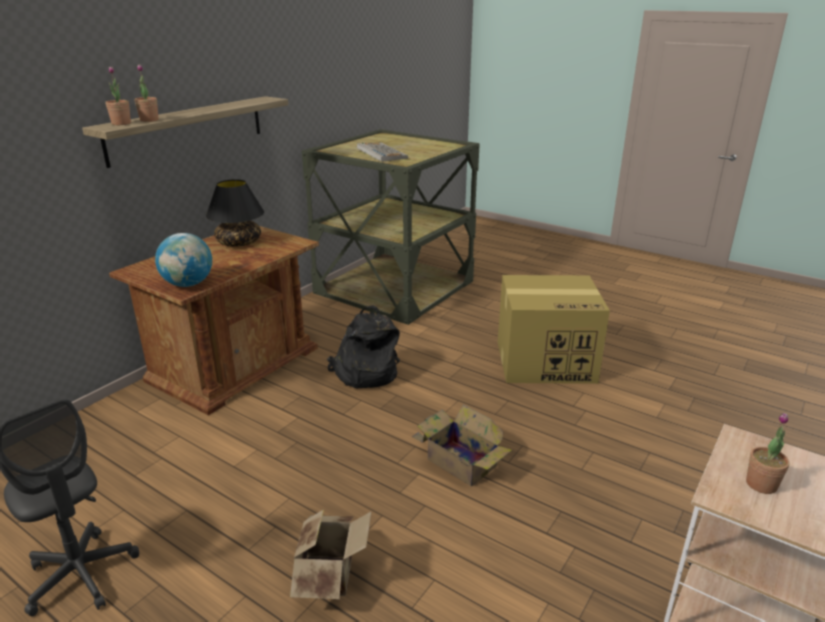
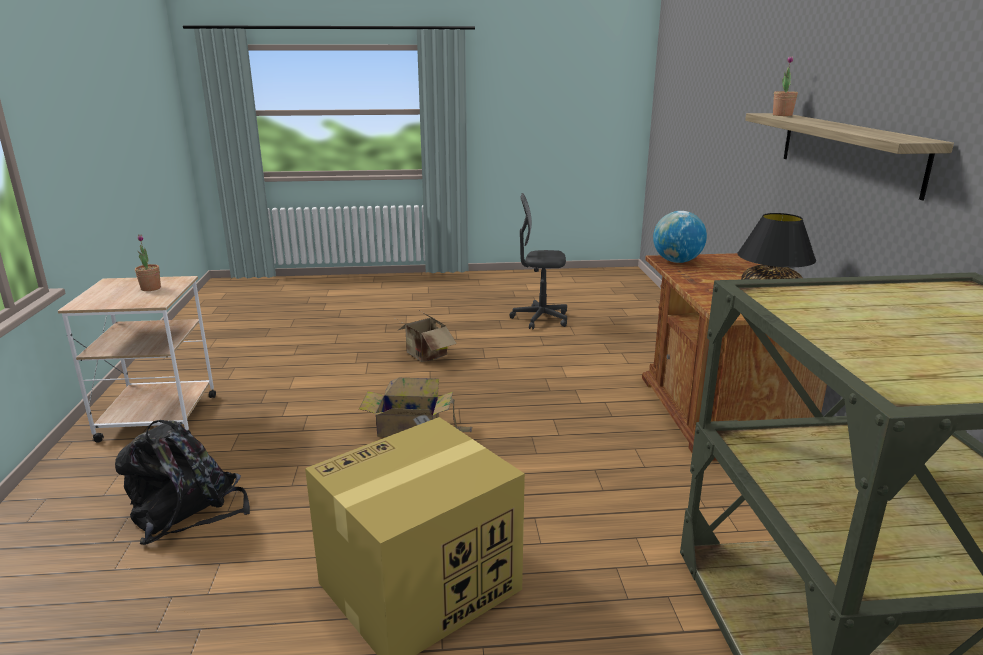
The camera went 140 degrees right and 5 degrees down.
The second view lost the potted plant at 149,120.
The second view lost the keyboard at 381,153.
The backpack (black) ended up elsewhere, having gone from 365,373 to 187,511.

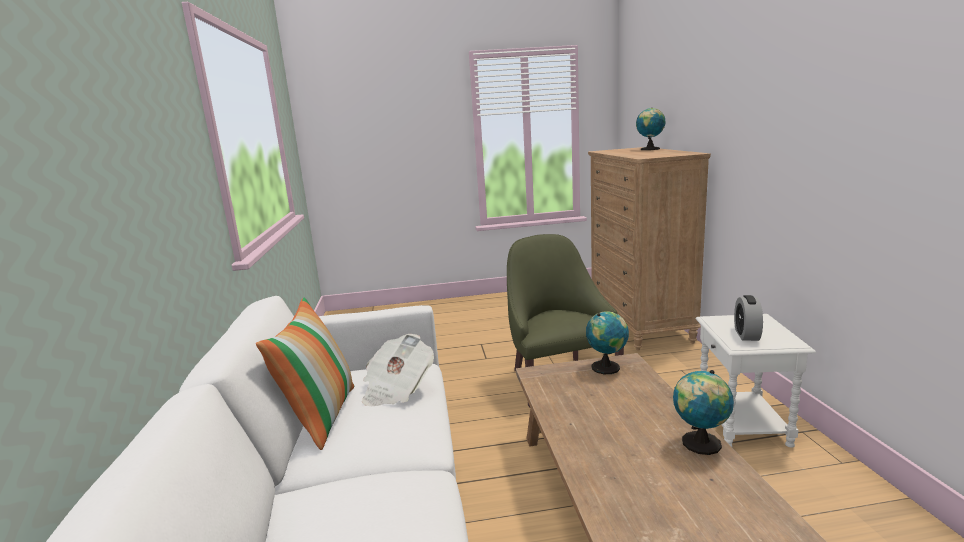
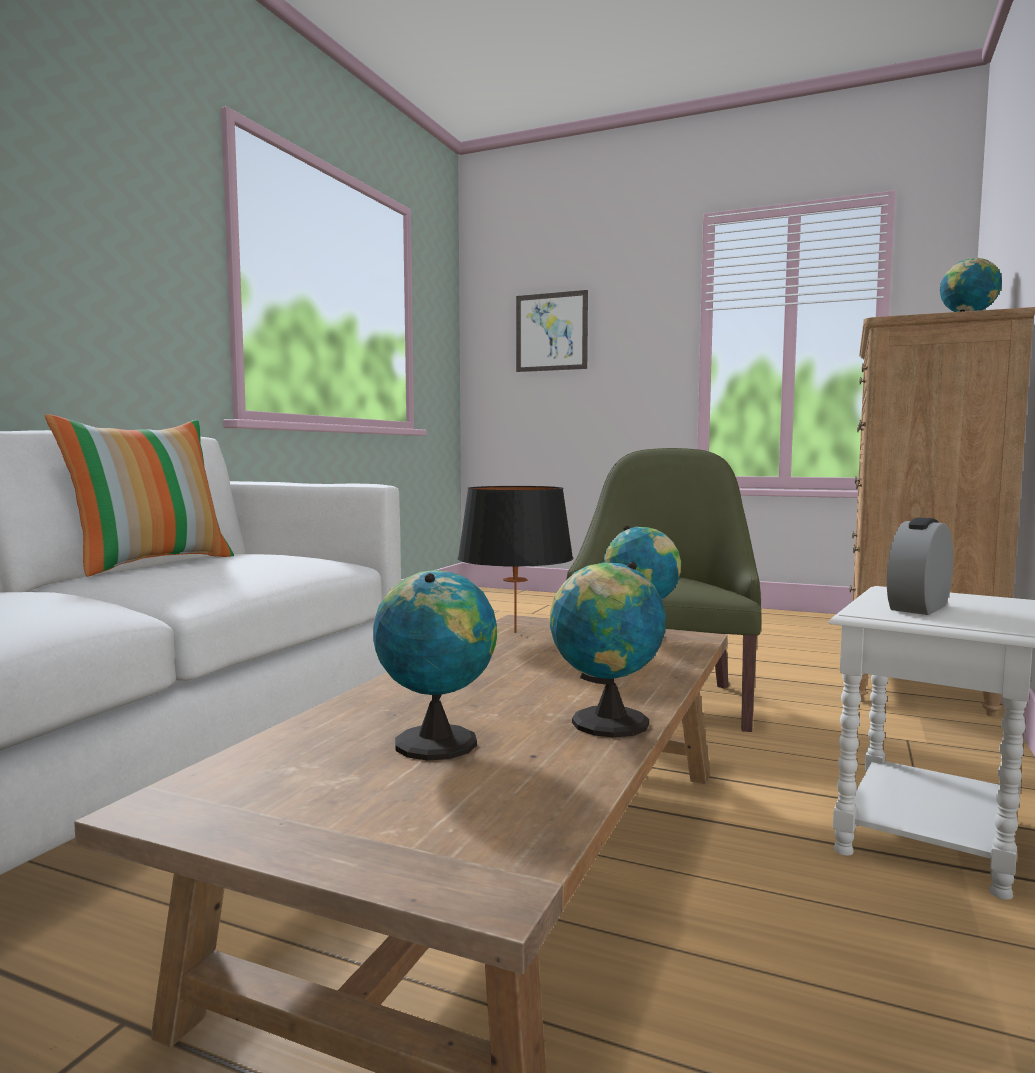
The camera went 30 degrees right and 10 degrees down.
The second view lost the newspaper at 397,389.
The second view gained the globe at 436,741.
The second view gained the table lamp (black) at 515,632.
The second view gained the picture at 551,332.

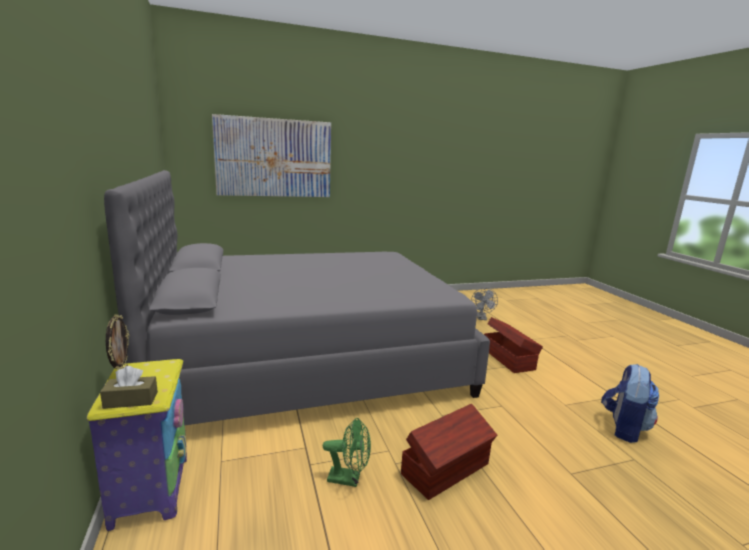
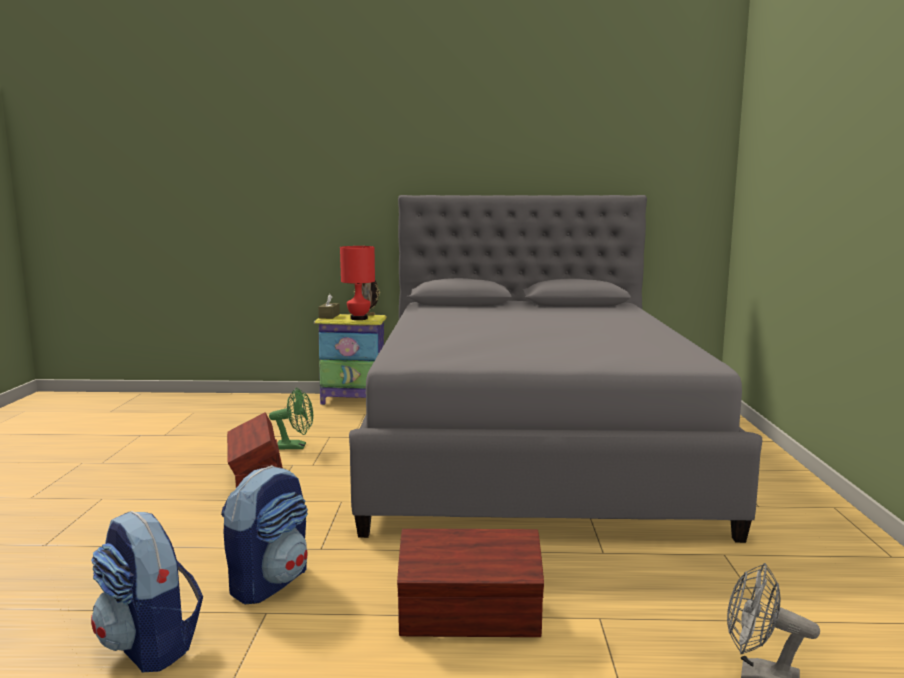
The camera went 110 degrees right and 5 degrees down.
The second view lost the picture at 274,158.
The second view gained the backpack at 269,582.
The second view gained the table lamp (red) at 359,318.
The fan (green) at 349,479 ended up facing another way, 120 degrees counterclockwise from before.

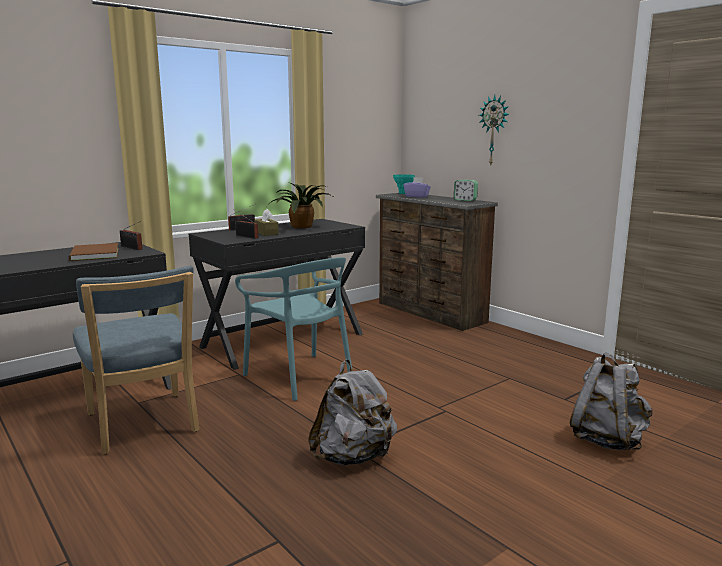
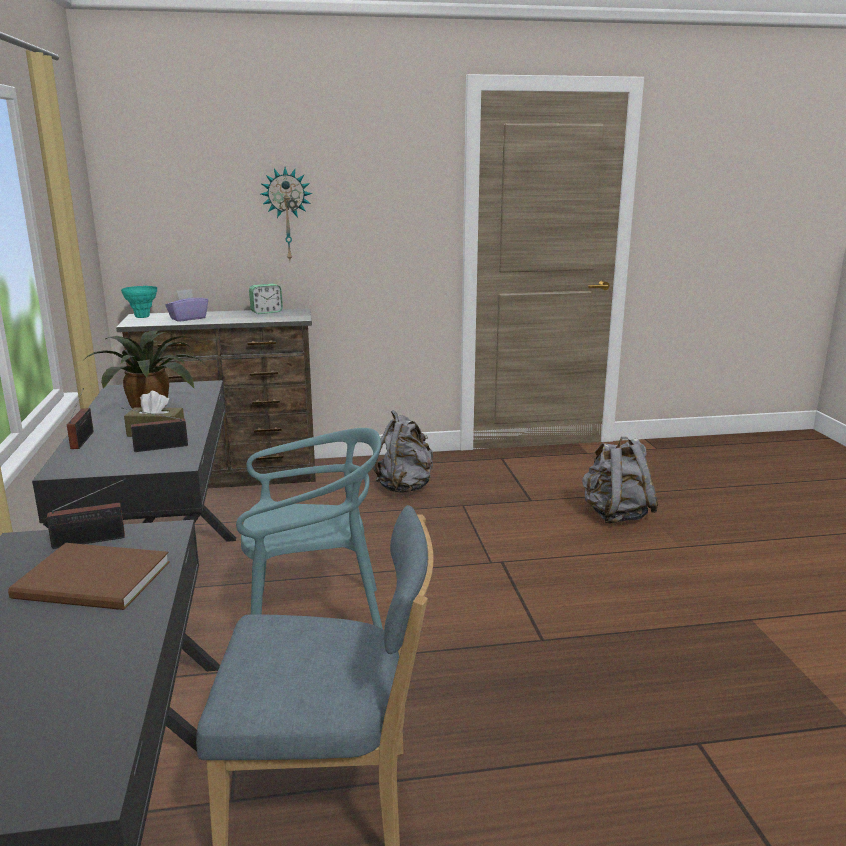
The camera went 60 degrees left and 5 degrees up.
The backpack (grey) ended up elsewhere, having gone from 353,457 to 405,487.

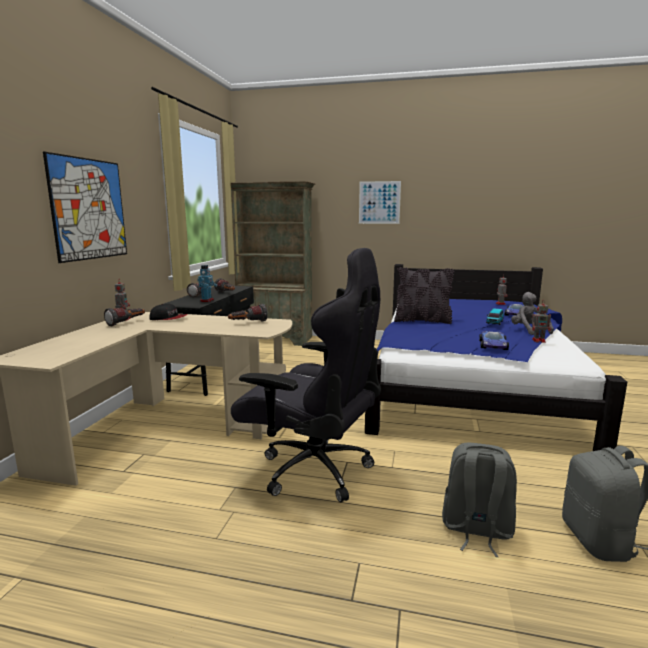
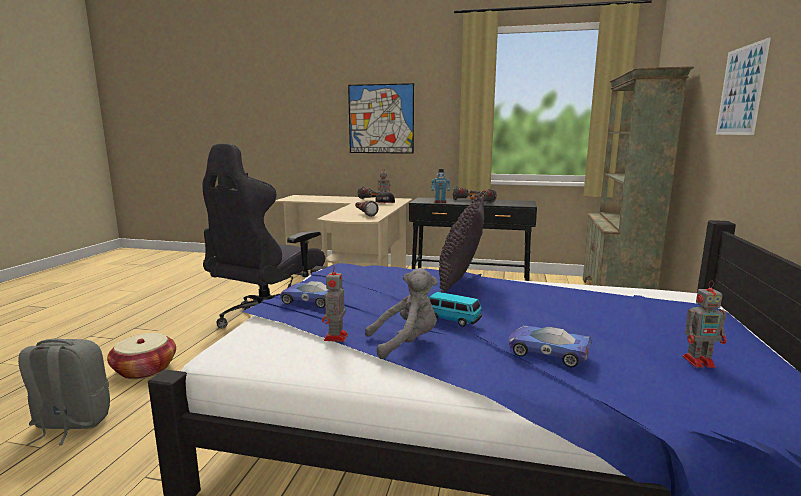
The camera went 90 degrees right and 0 degrees up.
Where the backpack (grey) stood at 476,529, the basket came to stand at 145,369.

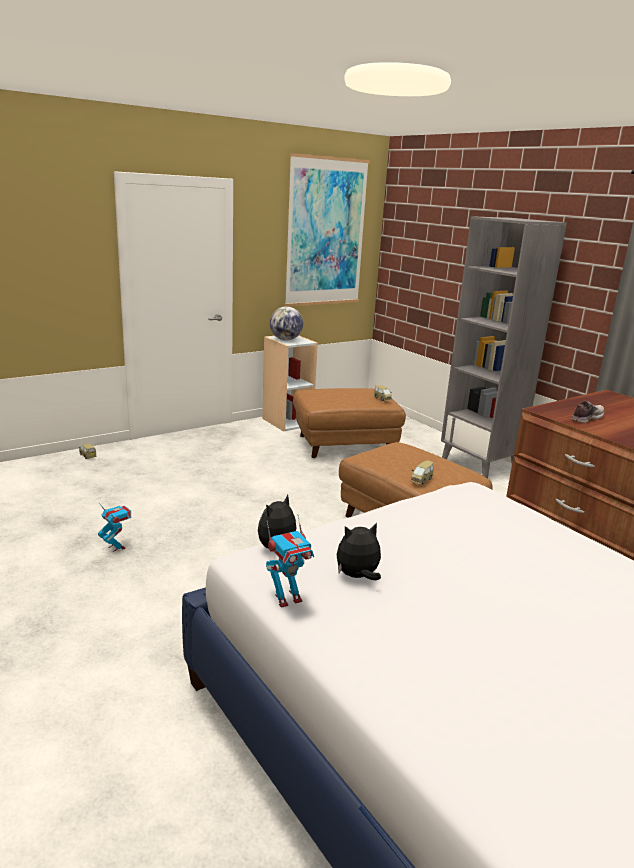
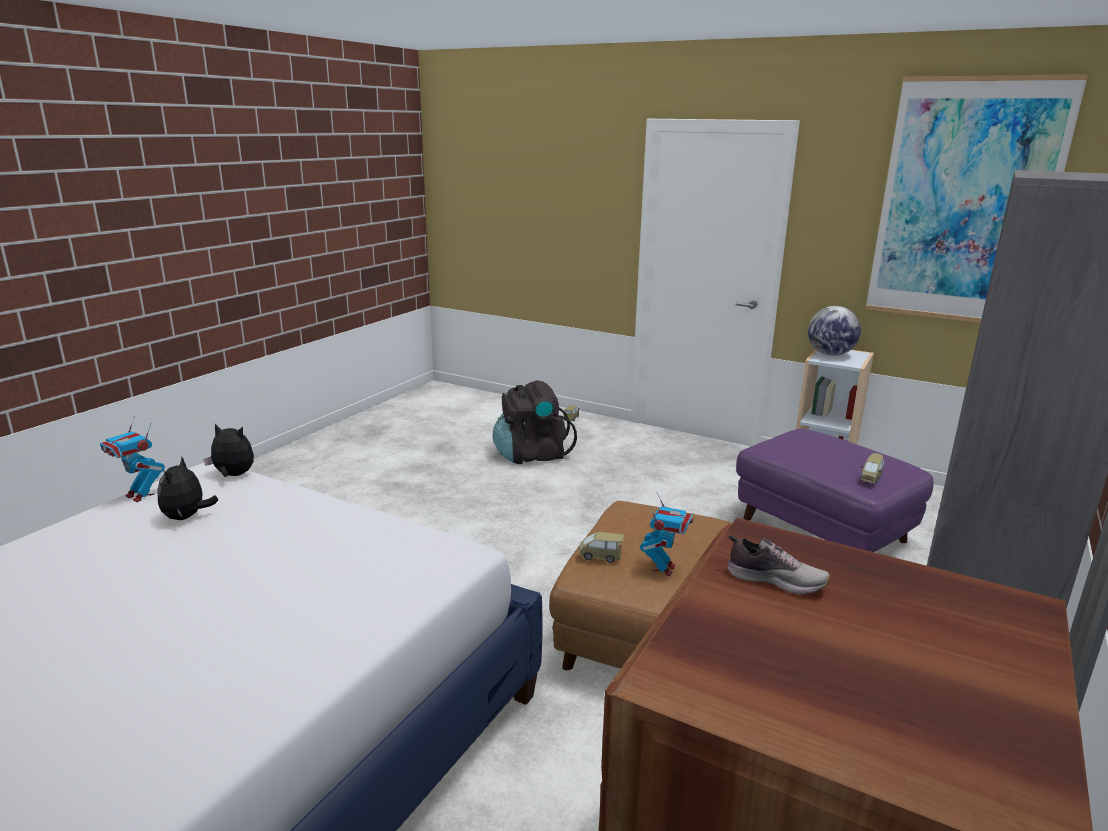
The camera went 65 degrees right and 0 degrees up.
The second view gained the backpack (black) at 531,455.
The toy robot ended up elsewhere, having gone from 116,547 to 664,568.
What was the ottoman (brown) at 345,444 turned into the ottoman (purple) at 823,529.
The plush toy at 357,577 ended up facing another way, 135 degrees counterclockwise from before.

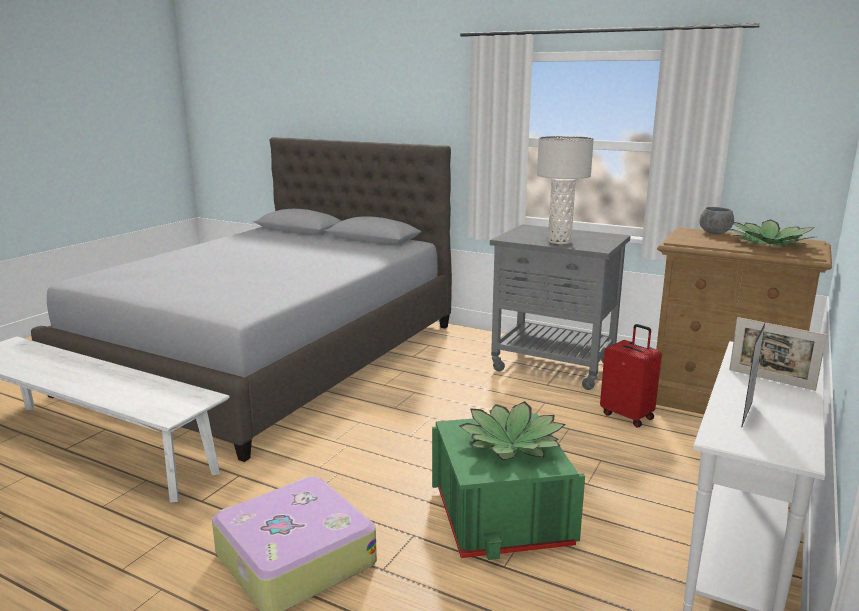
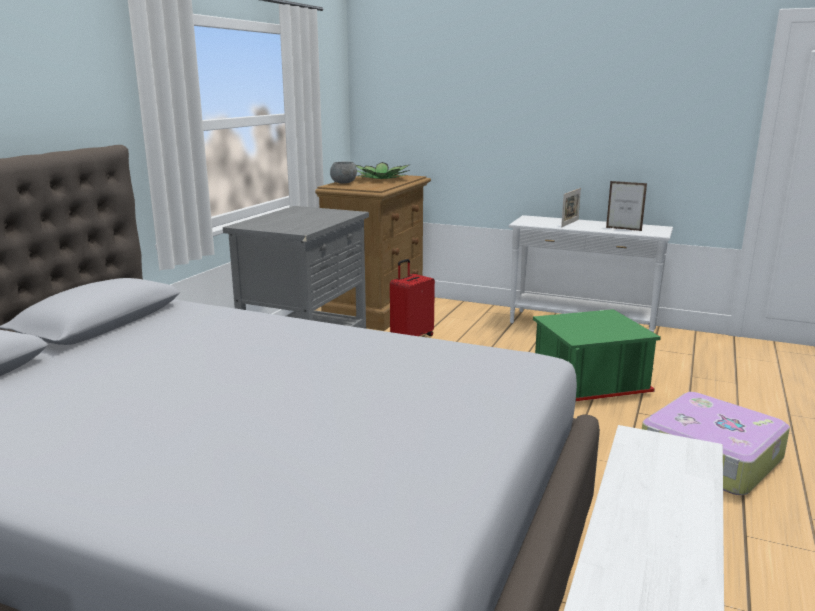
The camera went 95 degrees left and 0 degrees up.
The second view lost the potted plant at 512,443.
The second view lost the table lamp (white) at 559,241.

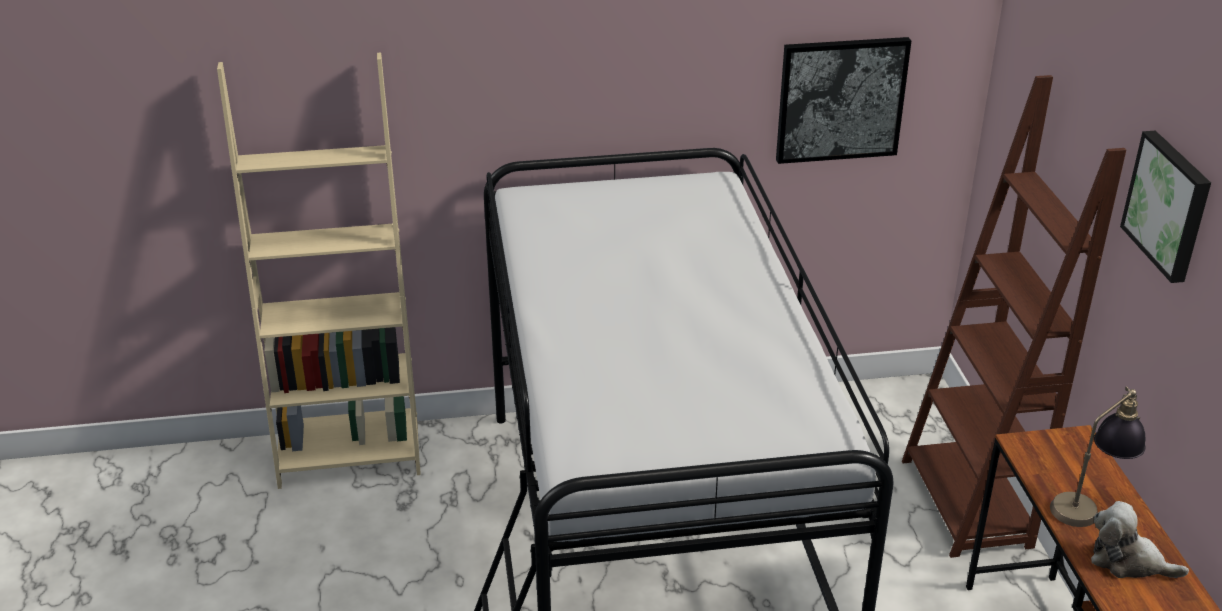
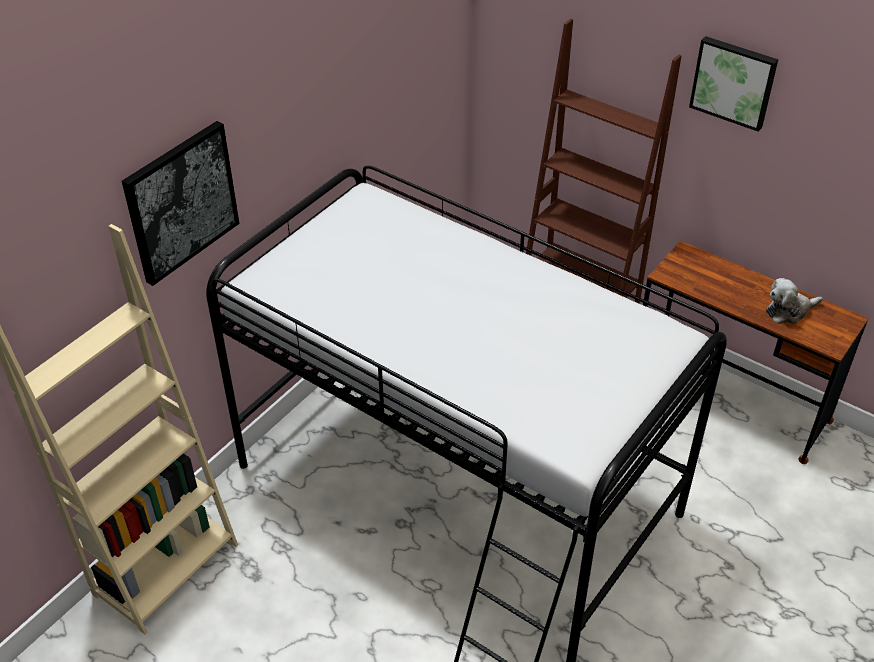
The camera went 45 degrees left and 10 degrees up.
The second view lost the table lamp at 1089,504.
The picture ended up elsewhere, having gone from 840,99 to 181,202.

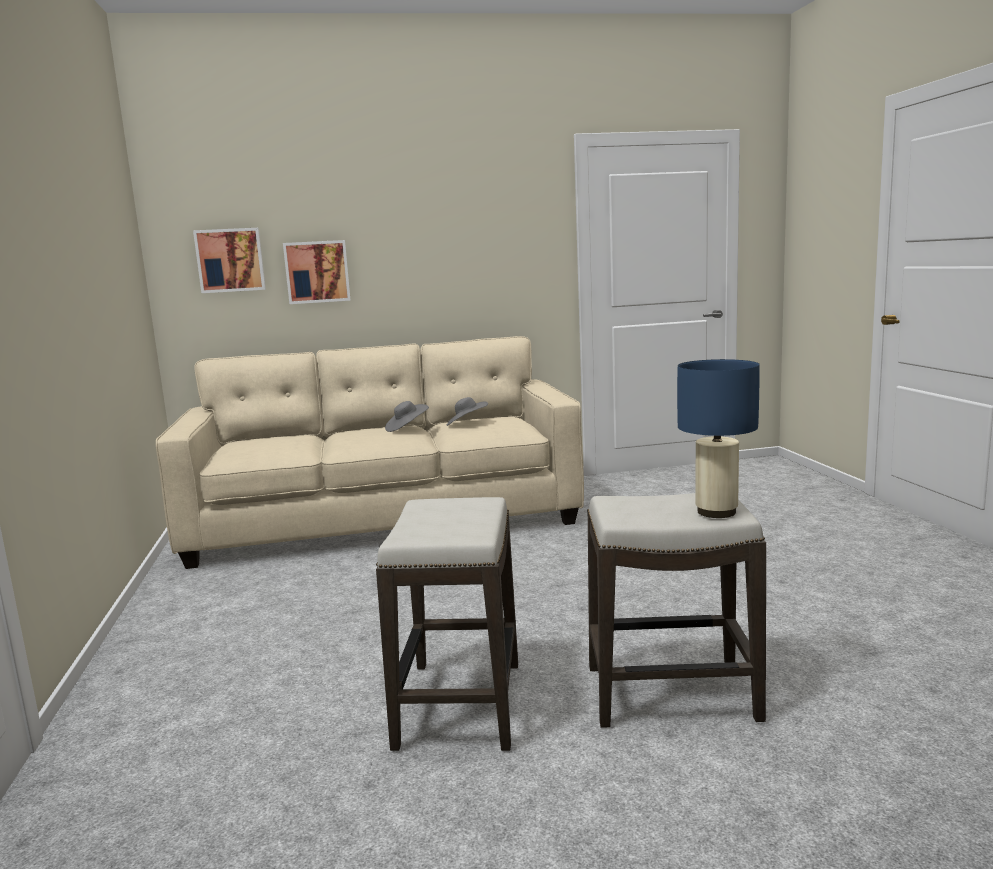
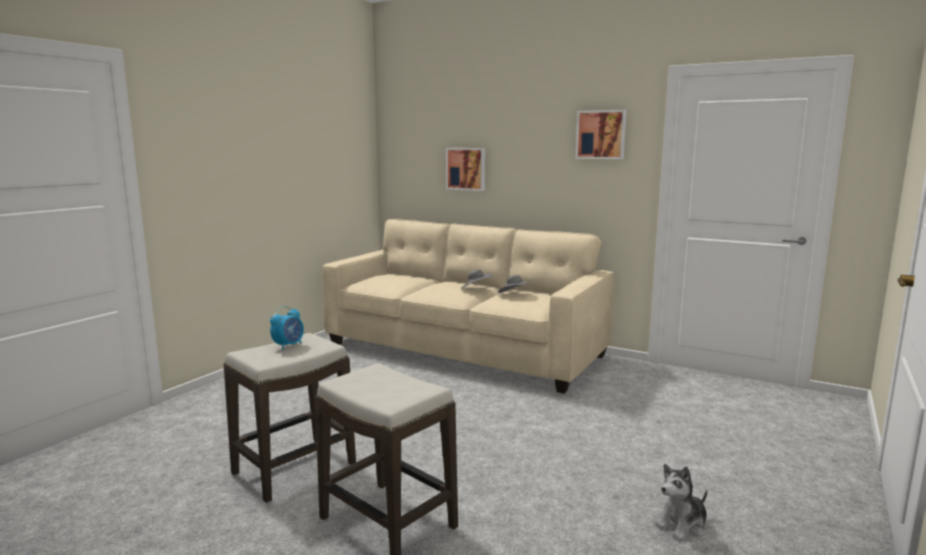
The camera went 40 degrees right and 0 degrees up.
The second view lost the table lamp (blue) at 717,512.
The second view gained the alarm clock at 289,345.
The second view gained the plush toy at 682,525.
The picture ended up elsewhere, having gone from 230,260 to 601,134.

